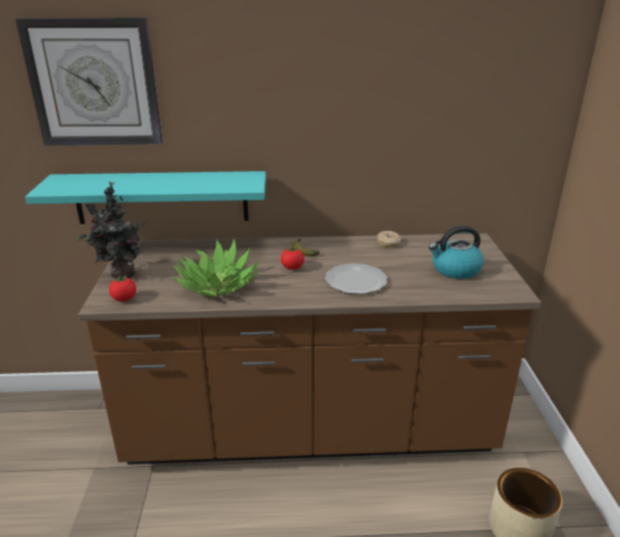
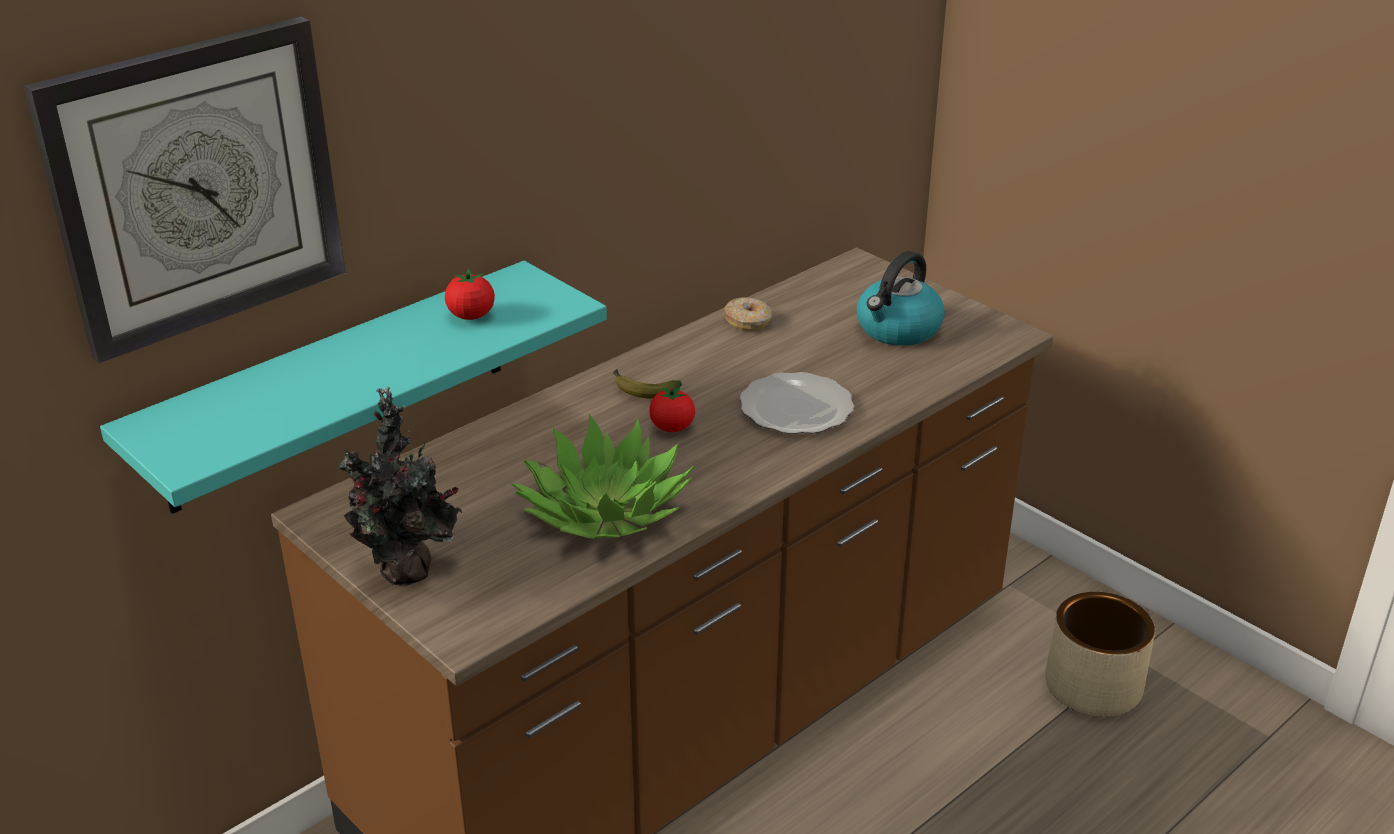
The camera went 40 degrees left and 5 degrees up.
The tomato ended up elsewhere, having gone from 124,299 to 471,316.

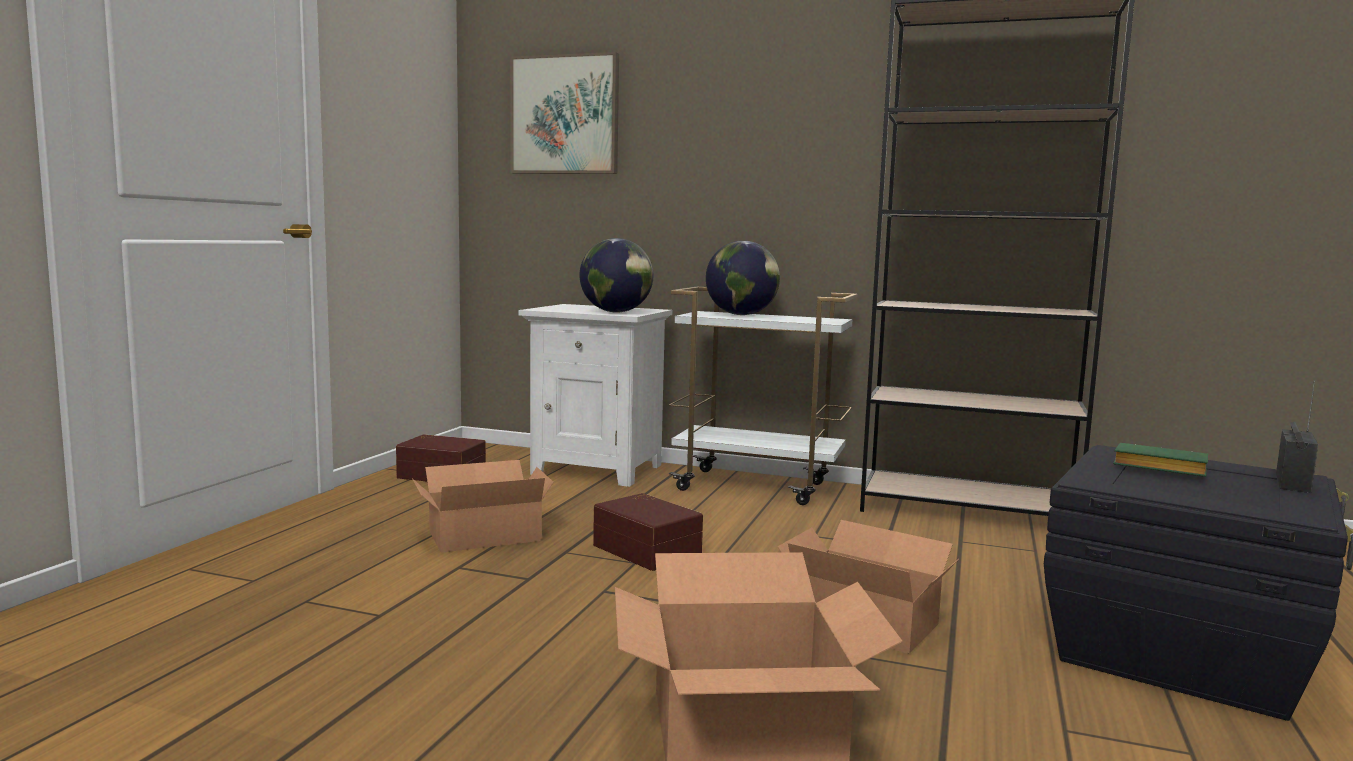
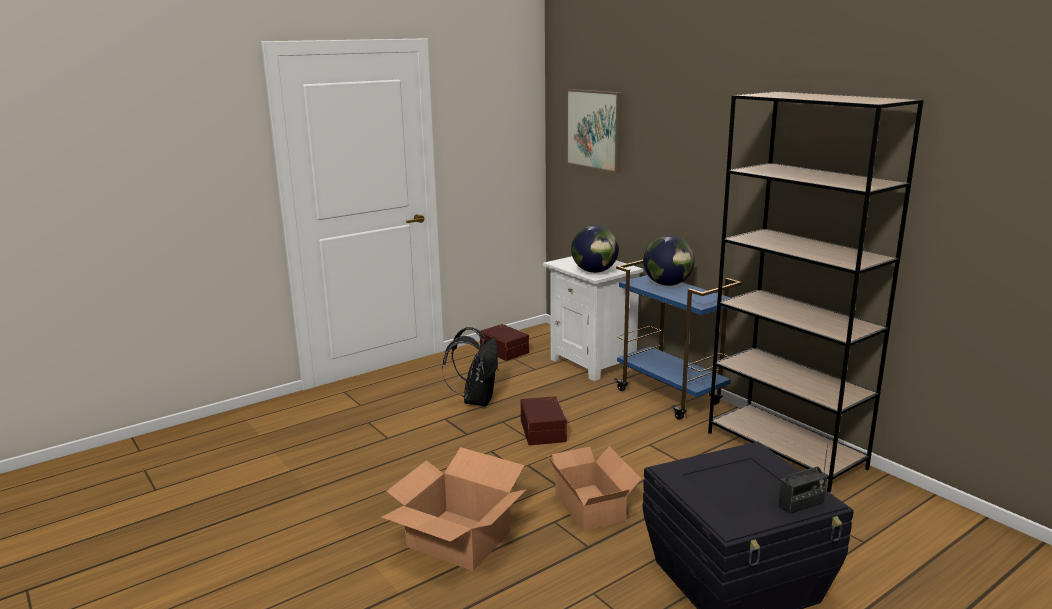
The camera went 35 degrees right and 10 degrees up.
The second view lost the book (green) at 1156,468.
Where the cardboard box stood at 481,535, the backpack (black) came to stand at 476,400.
What was the cart (white) at 758,488 turned into the cart (blue) at 670,398.

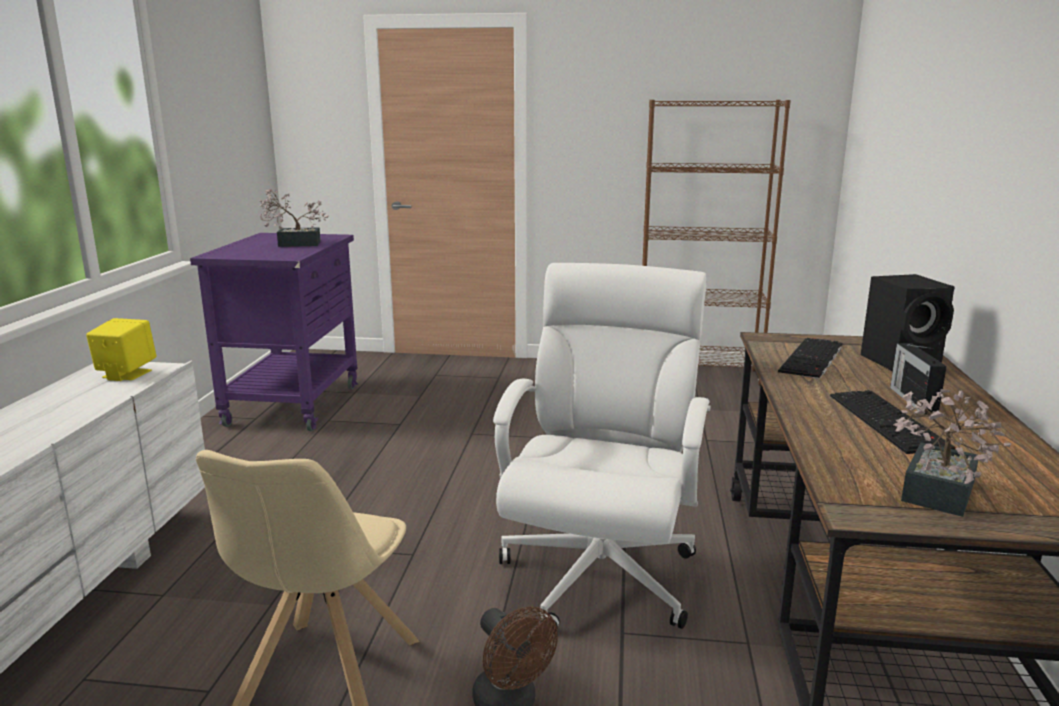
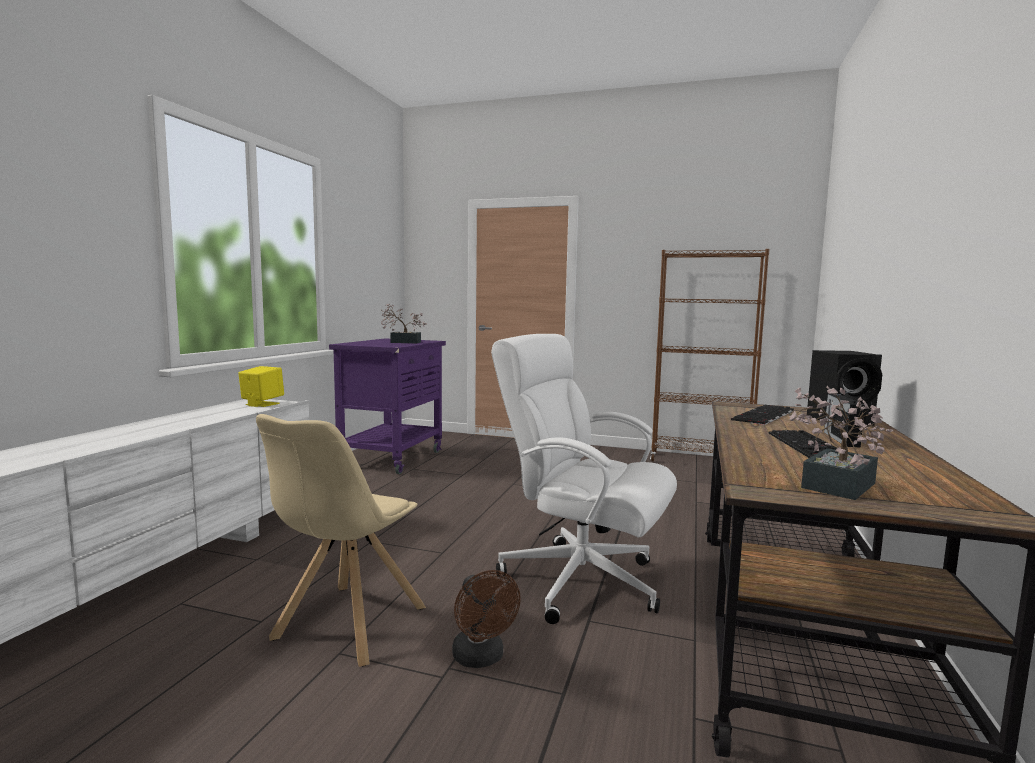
The camera went 10 degrees right and 10 degrees down.
The office chair (white) at 599,577 ended up facing another way, 90 degrees counterclockwise from before.

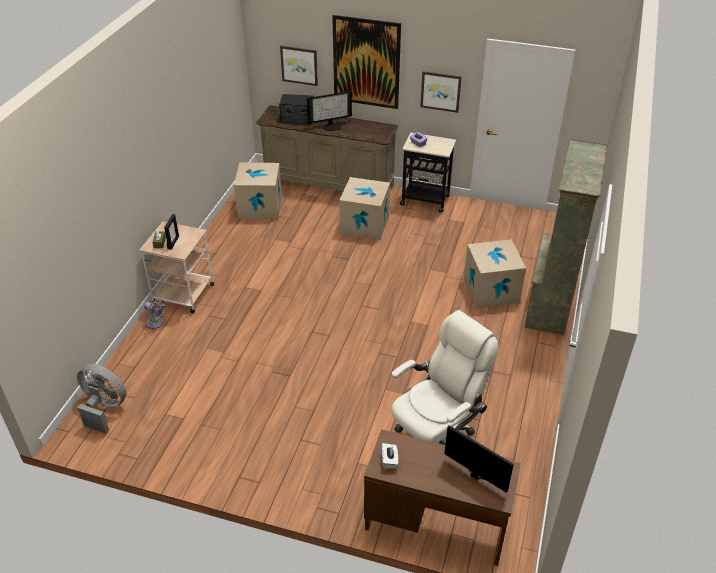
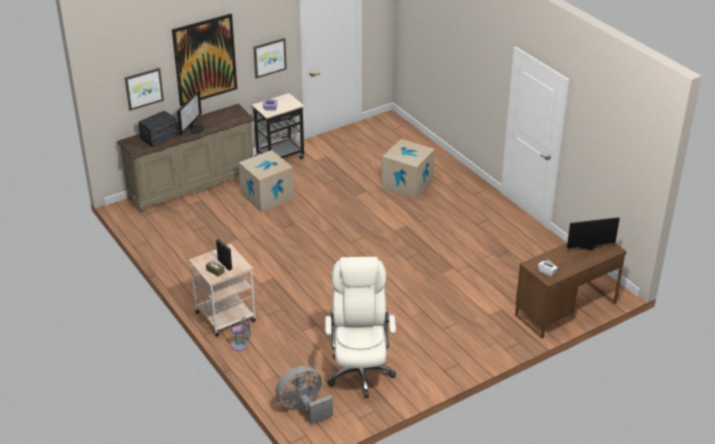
The camera went 50 degrees left and 5 degrees down.
The second view lost the cardboard box at 260,207.
The second view lost the bookcase (green) at 549,305.
The office chair (white) ended up elsewhere, having gone from 436,440 to 360,372.

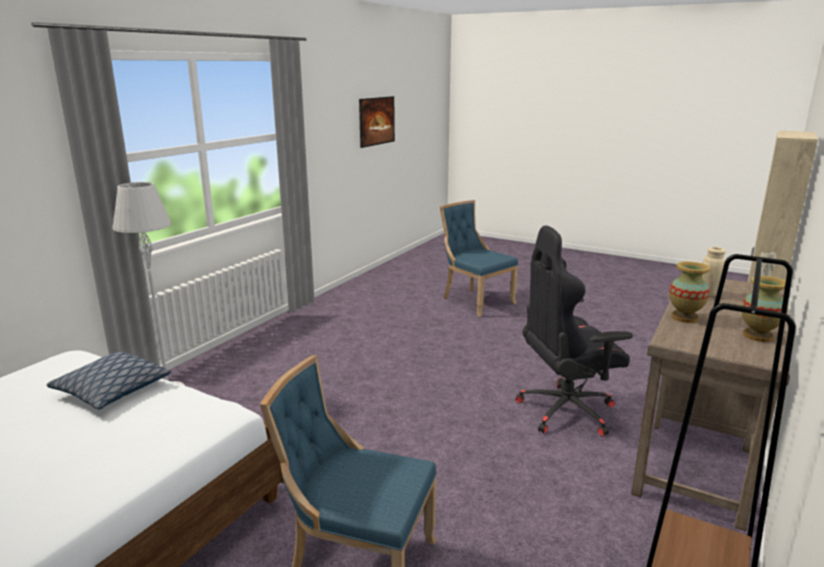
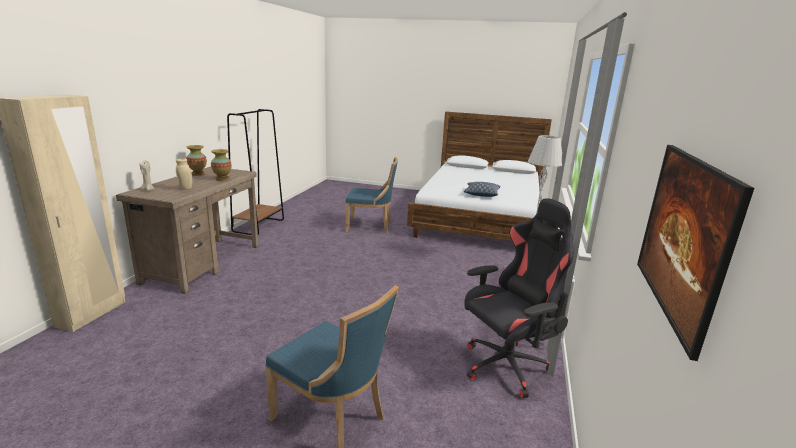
The camera went 165 degrees right and 0 degrees up.
The office chair (black) ended up elsewhere, having gone from 567,411 to 505,367.

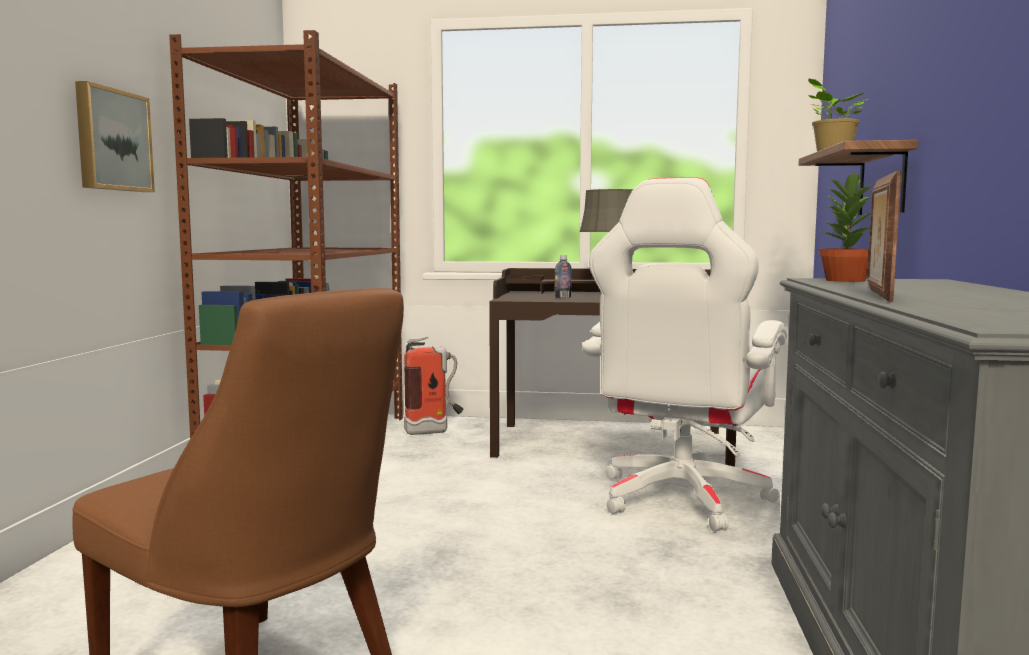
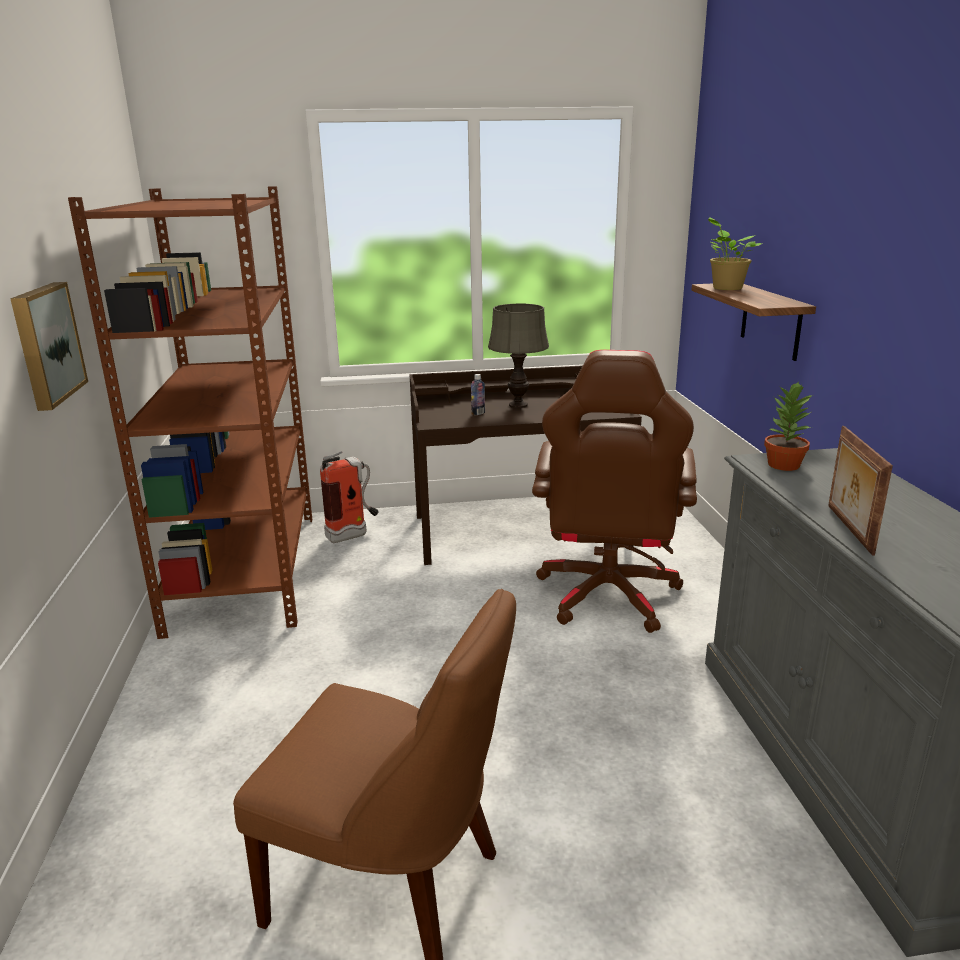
The camera went 15 degrees left and 15 degrees up.
What was the office chair (white) at 682,497 turned into the office chair (brown) at 608,594.

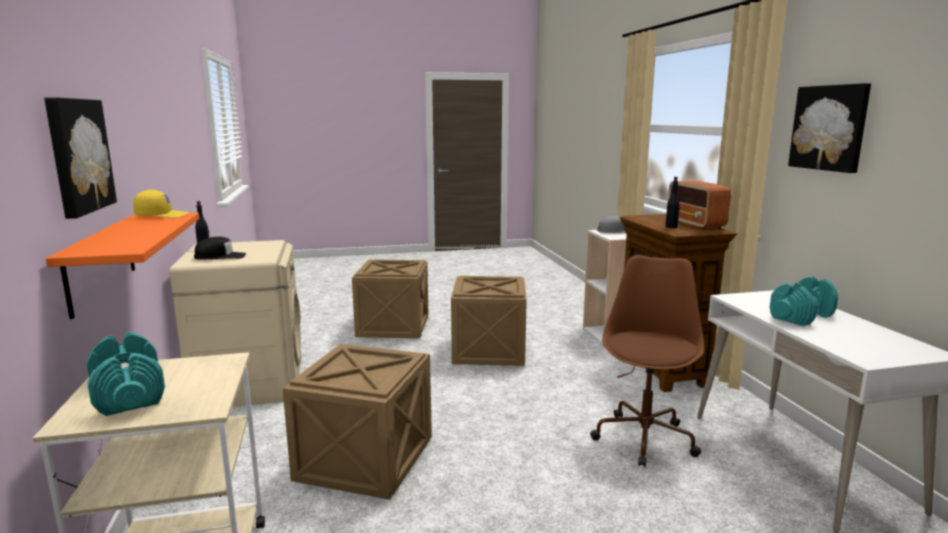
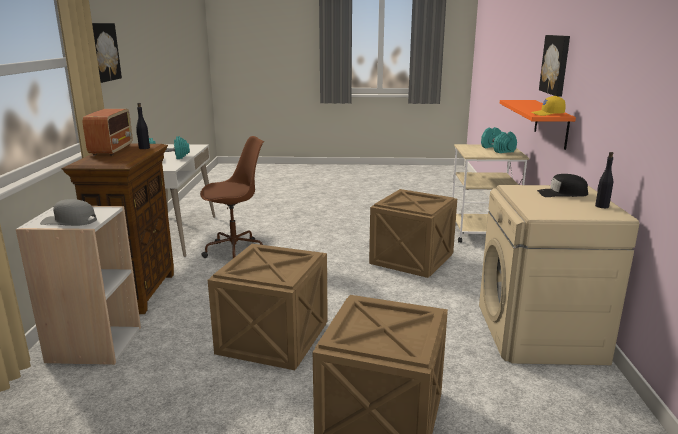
The camera went 165 degrees left and 5 degrees up.
The office chair (brown) at 644,438 ended up facing another way, 150 degrees counterclockwise from before.

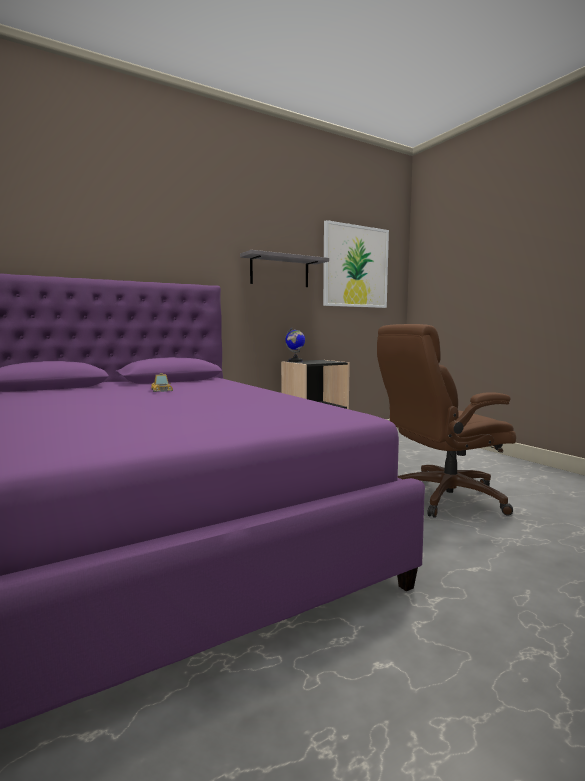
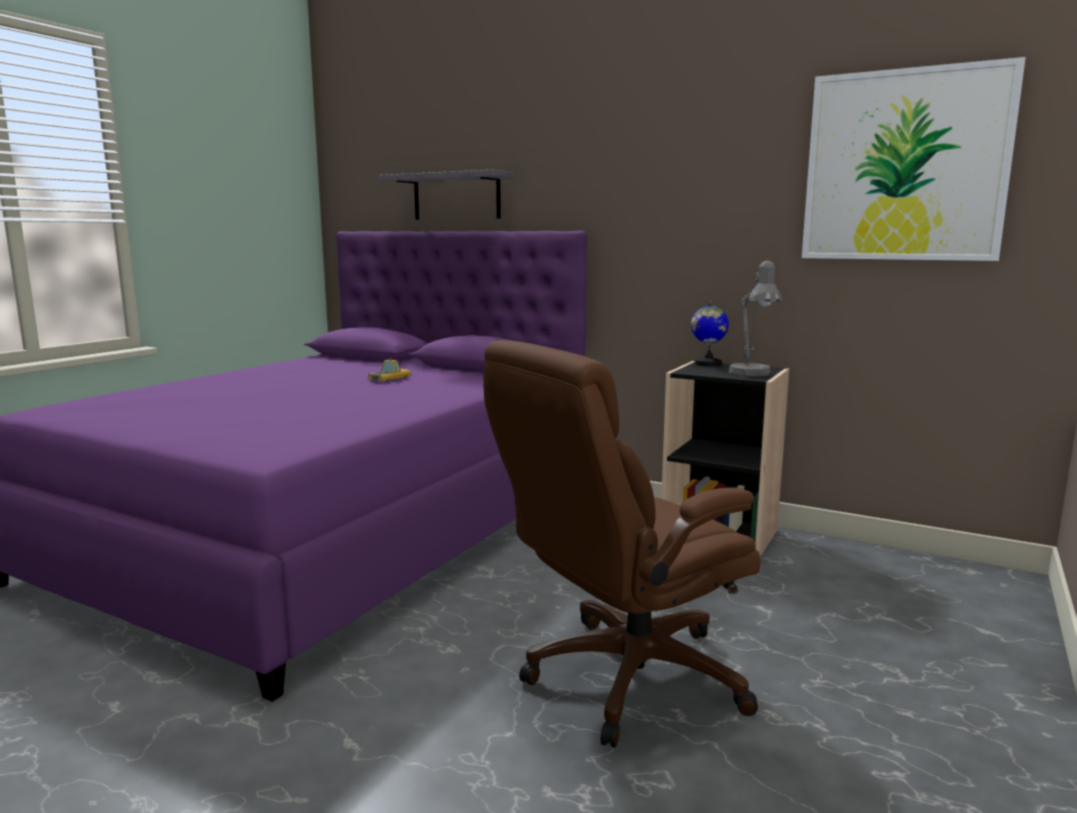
The camera went 60 degrees right and 5 degrees up.
The second view gained the table lamp (grey) at 752,374.
The shelf (grey) ended up elsewhere, having gone from 279,271 to 456,197.
The office chair (brown) at 440,498 ended up facing another way, 75 degrees counterclockwise from before.

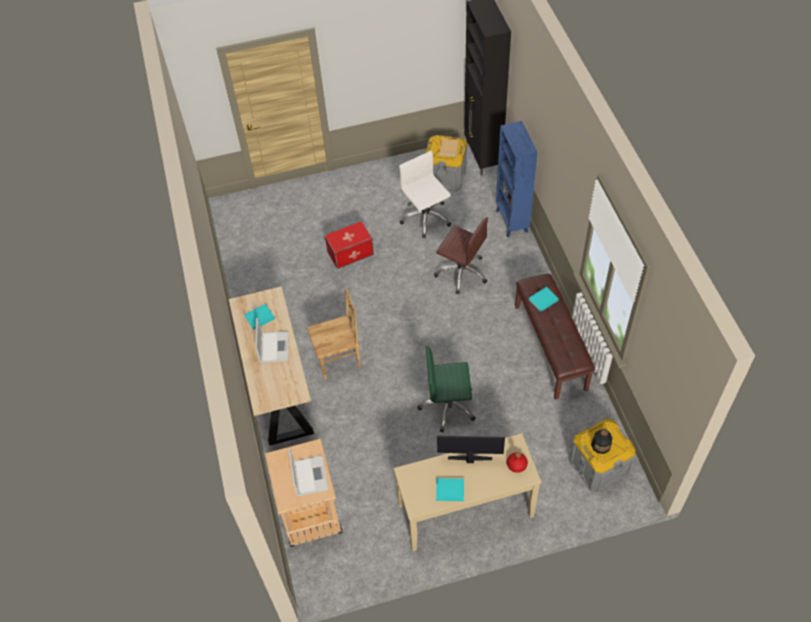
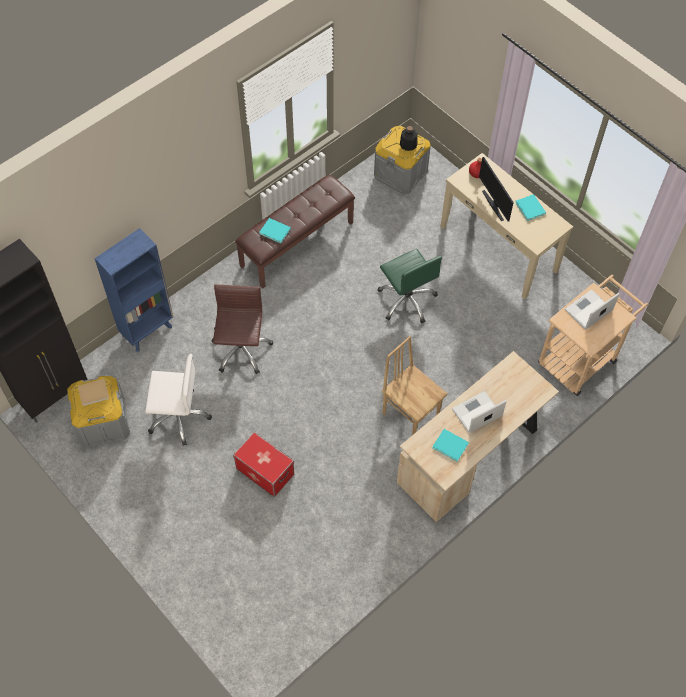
The camera went 120 degrees left and 5 degrees up.
The office chair (white) at 425,218 ended up facing another way, 120 degrees counterclockwise from before.

